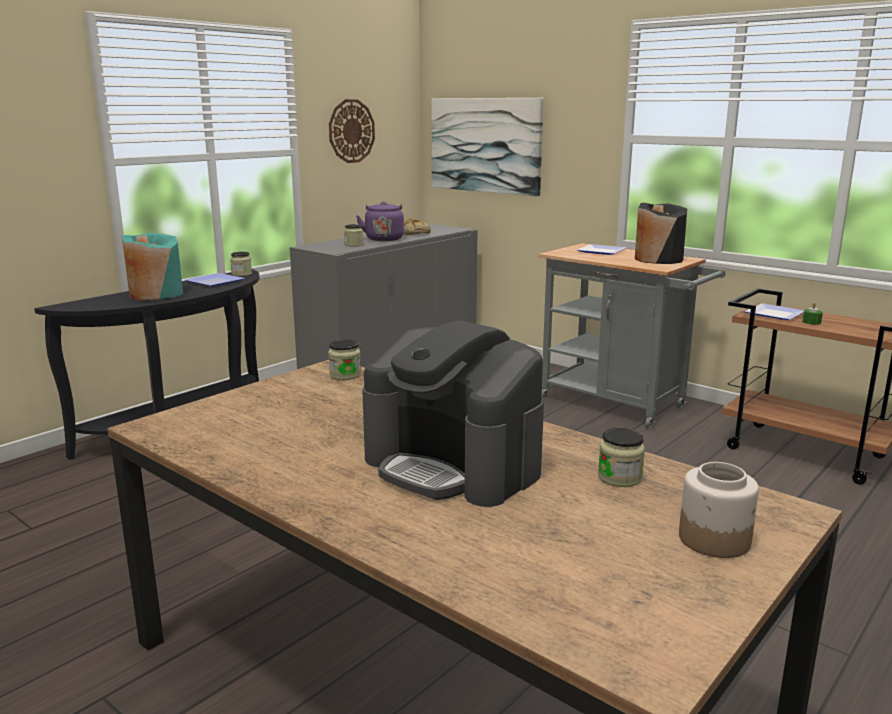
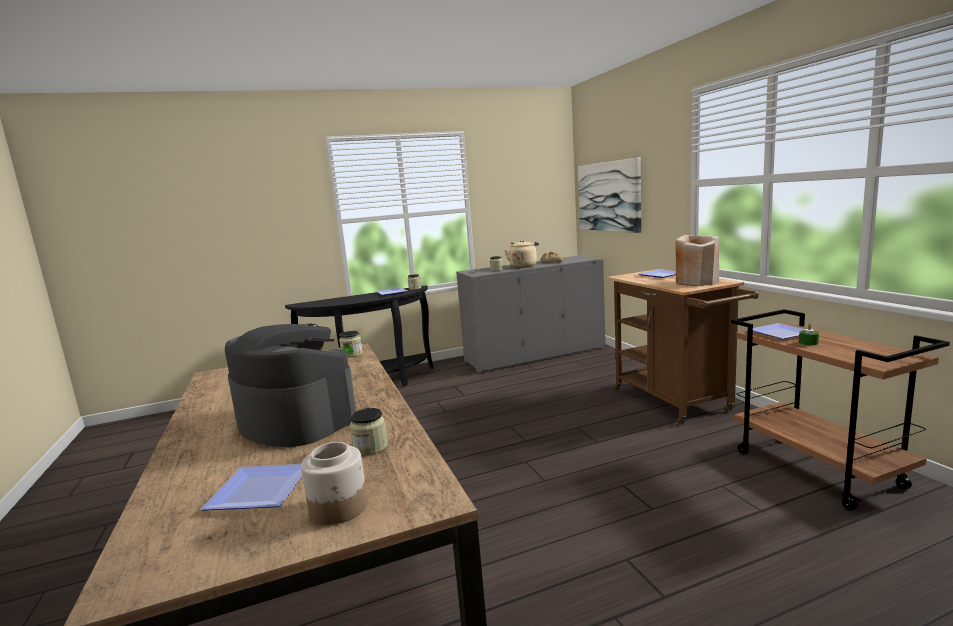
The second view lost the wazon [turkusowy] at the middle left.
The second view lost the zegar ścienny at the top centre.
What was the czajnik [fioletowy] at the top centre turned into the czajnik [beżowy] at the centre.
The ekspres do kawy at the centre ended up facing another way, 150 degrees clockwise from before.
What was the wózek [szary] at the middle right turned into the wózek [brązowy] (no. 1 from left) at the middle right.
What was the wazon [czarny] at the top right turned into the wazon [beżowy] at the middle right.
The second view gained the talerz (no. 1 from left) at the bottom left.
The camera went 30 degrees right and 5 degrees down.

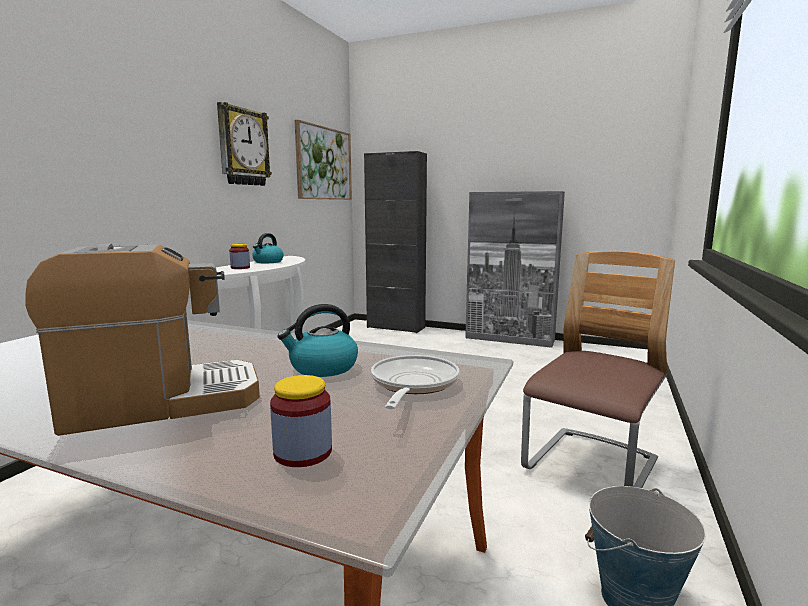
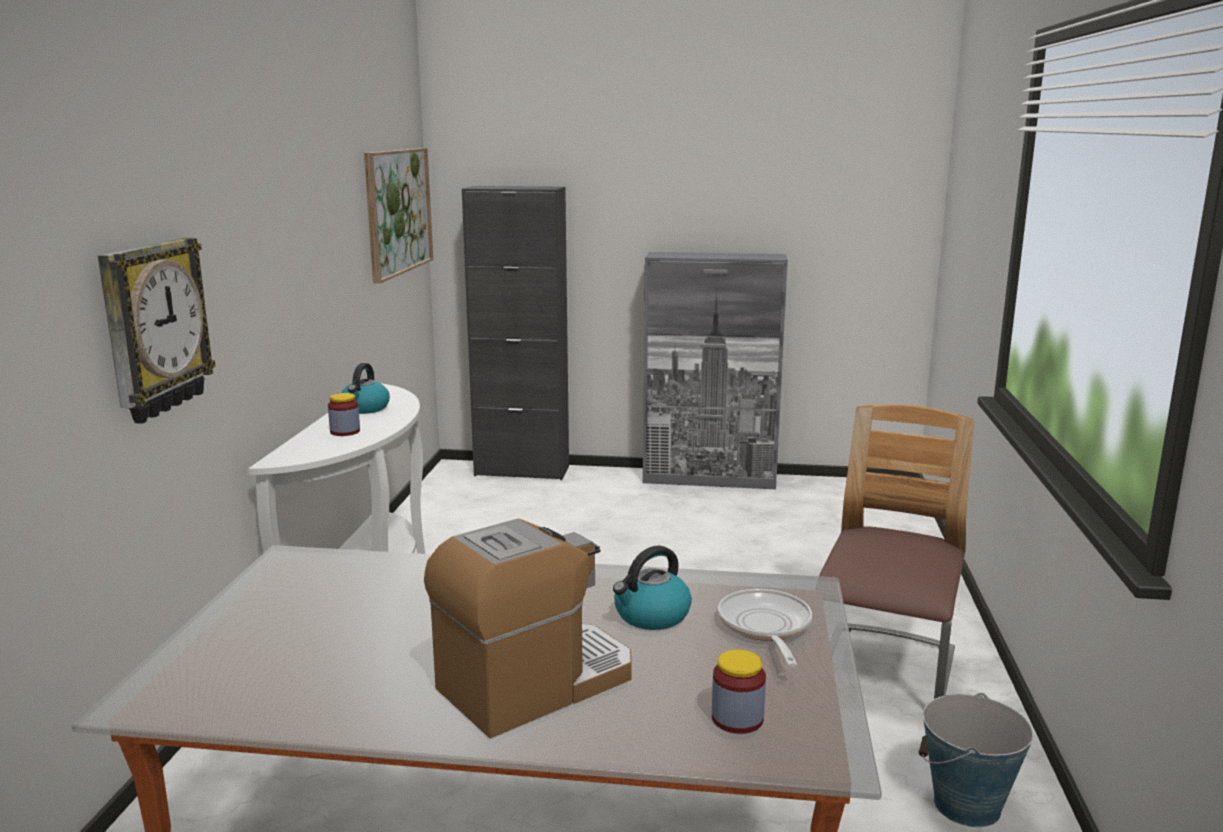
The zegar ścienny ended up elsewhere, having gone from the top left to the middle left.
The camera went 15 degrees left and 5 degrees up.

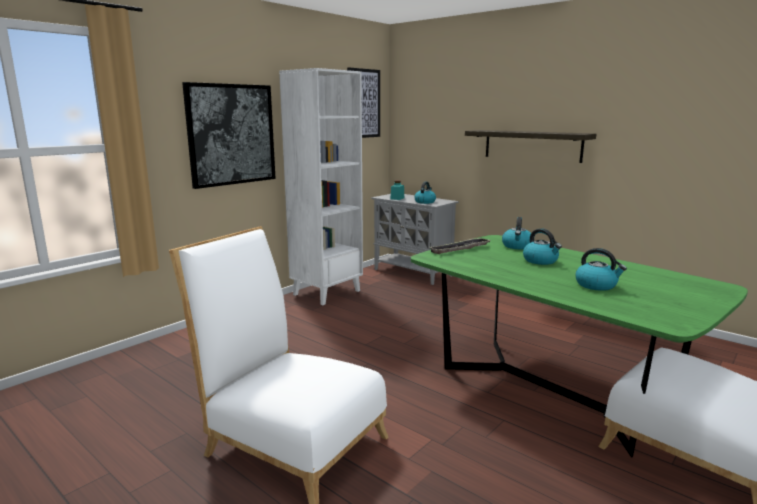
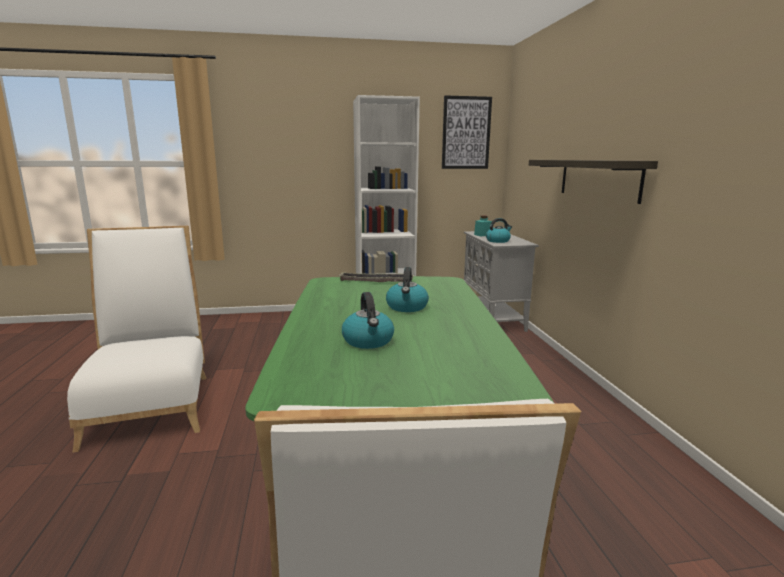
The second view lost the obraz (no. 1 from left) at the top left.
The second view lost the czajnik (no. 2 from left) at the middle right.
The camera went 40 degrees right and 0 degrees up.

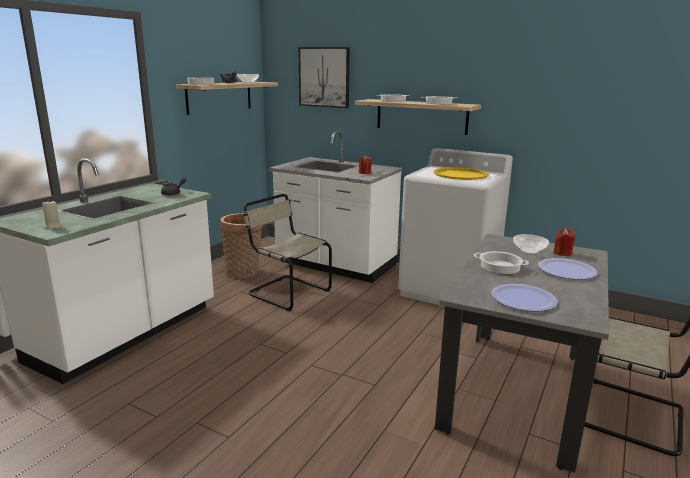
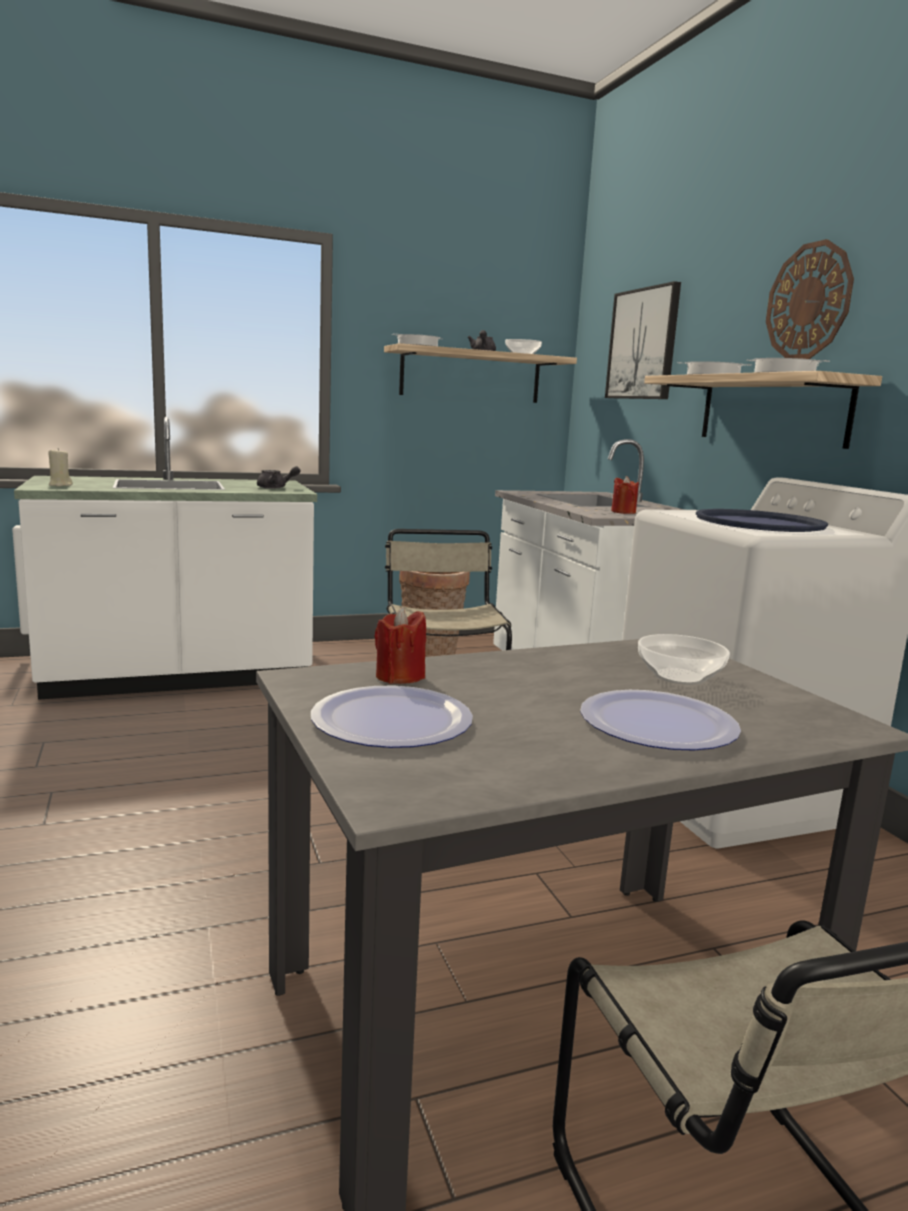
What was the taca [żółty] at the middle right turned into the taca [niebieski] at the middle right.
The second view lost the garnek (no. 4 from left) at the middle right.
The świeca [czerwony] (no. 2 from left in the first image) ended up elsewhere, having gone from the middle right to the centre.
The second view gained the zegar ścienny at the top right.
The camera went 40 degrees right and 5 degrees down.

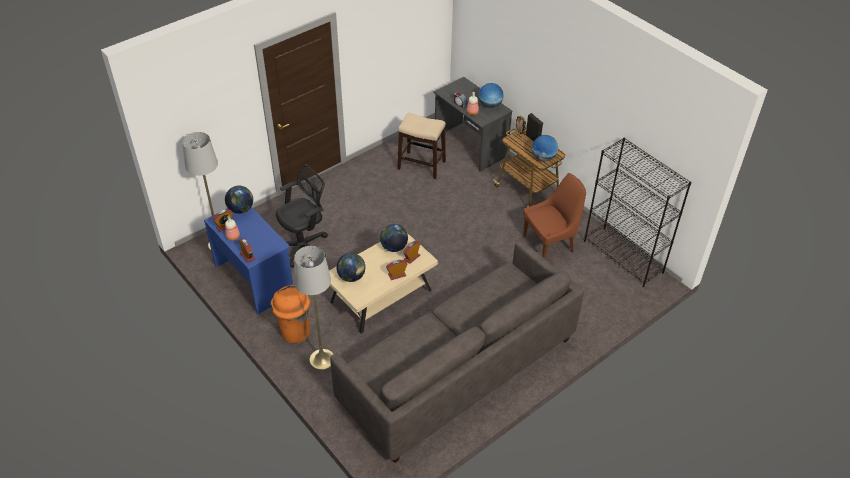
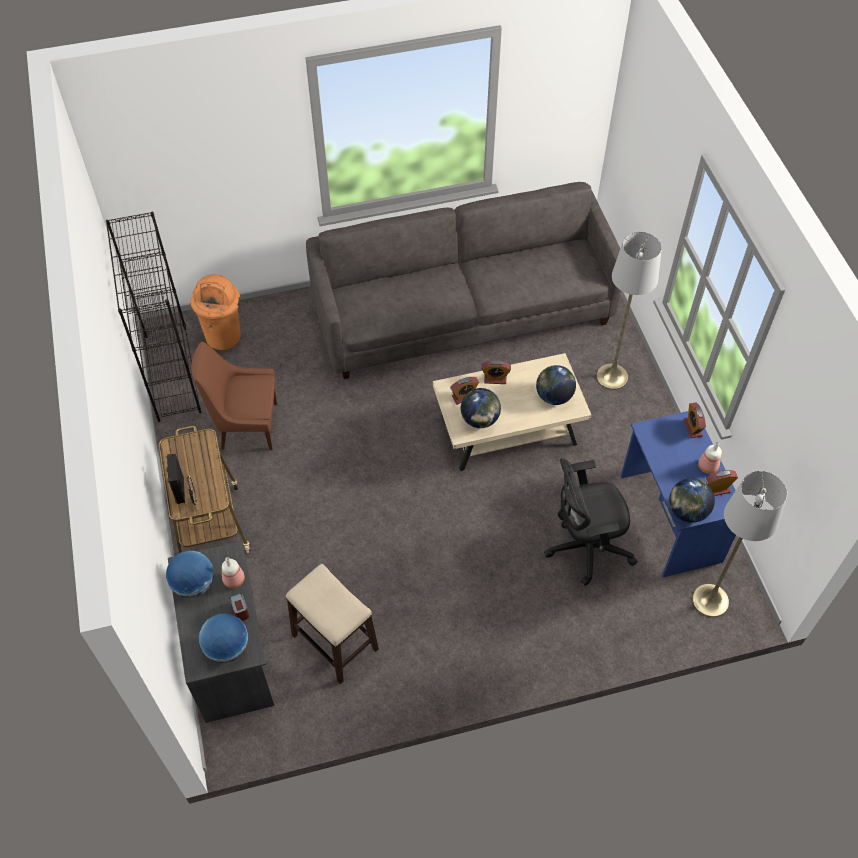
The kosz na śmieci [pomarańczowy] ended up elsewhere, having gone from the centre to the middle left.
The globus (no. 5 from left in the first image) ended up elsewhere, having gone from the top centre to the bottom left.
The camera went 155 degrees left and 10 degrees up.

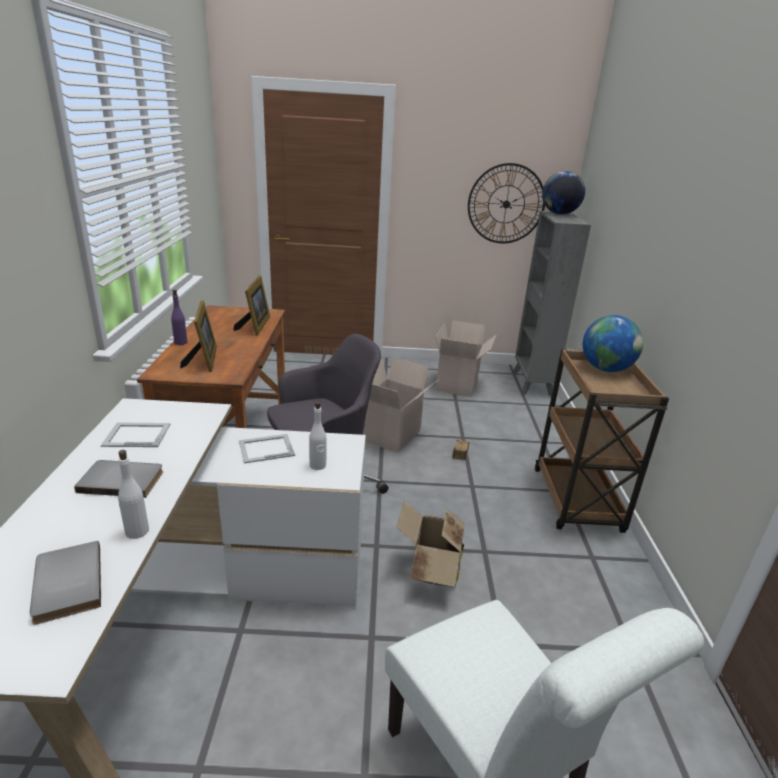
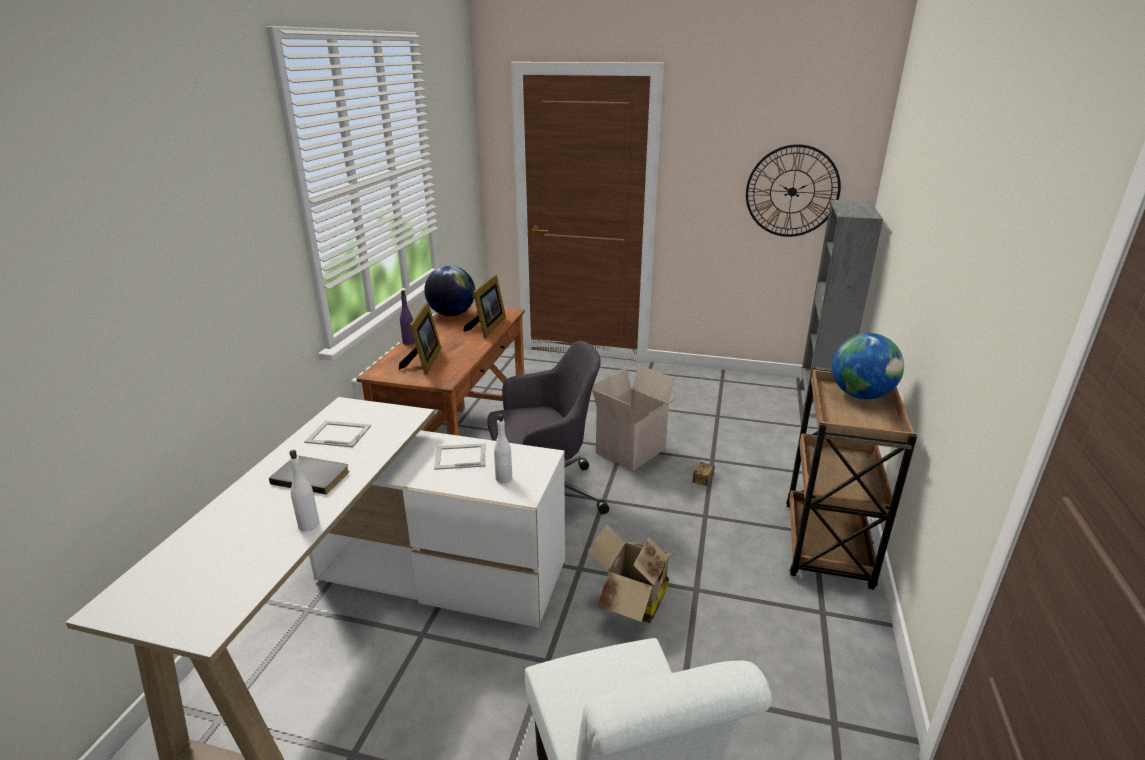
The second view lost the książka [szary] (no. 1 from left) at the bottom left.
The second view lost the karton (no. 3 from left) at the centre.
The globus (no. 1 from left) ended up elsewhere, having gone from the top right to the centre.
The camera went 15 degrees right and 0 degrees up.

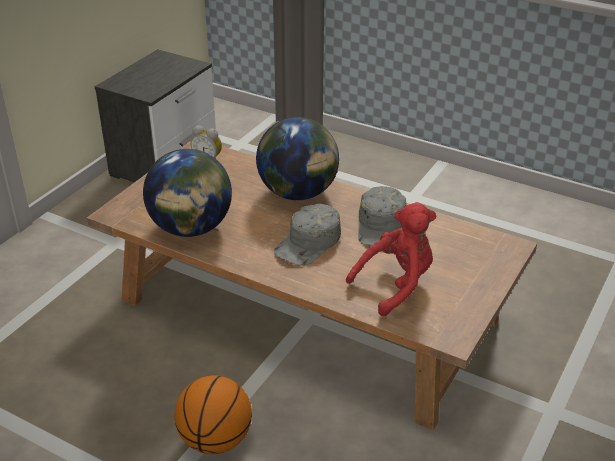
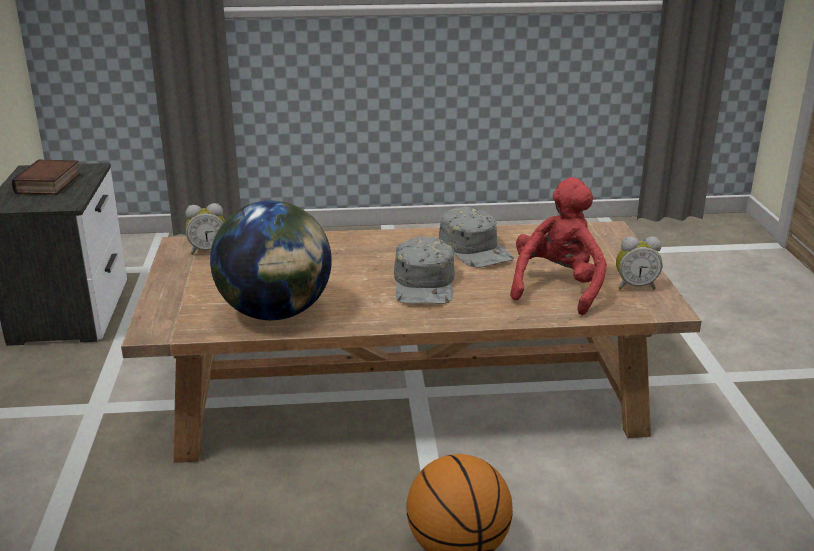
The second view lost the globus (no. 2 from left) at the centre.
The second view gained the książka at the top left.
The second view gained the budzik (no. 2 from left) at the middle right.
The camera went 35 degrees left and 10 degrees down.

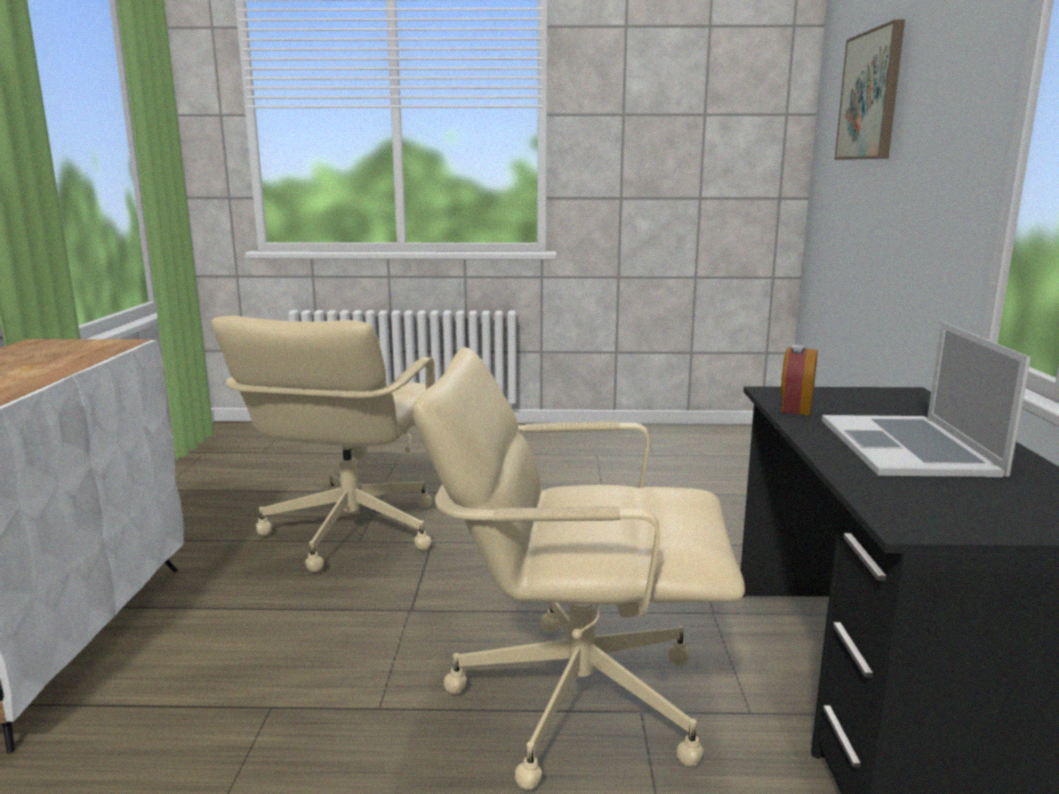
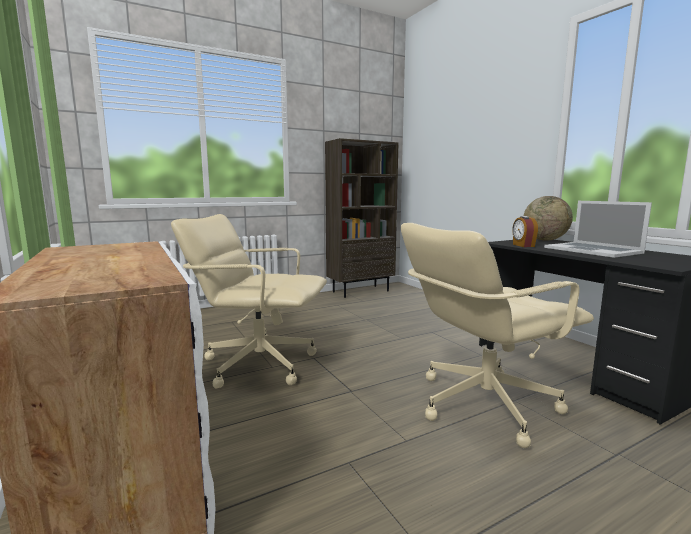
The krzesło biurowe [beżowy] (no. 1 from left) at the middle left ended up facing another way, 120 degrees clockwise from before.
The second view lost the obraz at the top right.
The second view gained the regał [brązowy] at the centre.
The second view gained the globus at the middle right.
The camera went 30 degrees left and 5 degrees down.

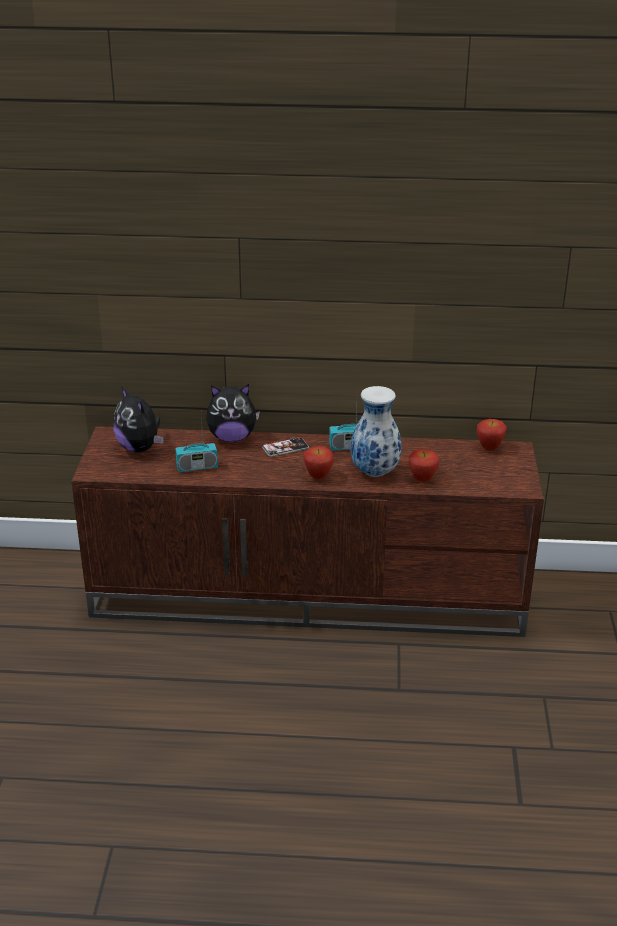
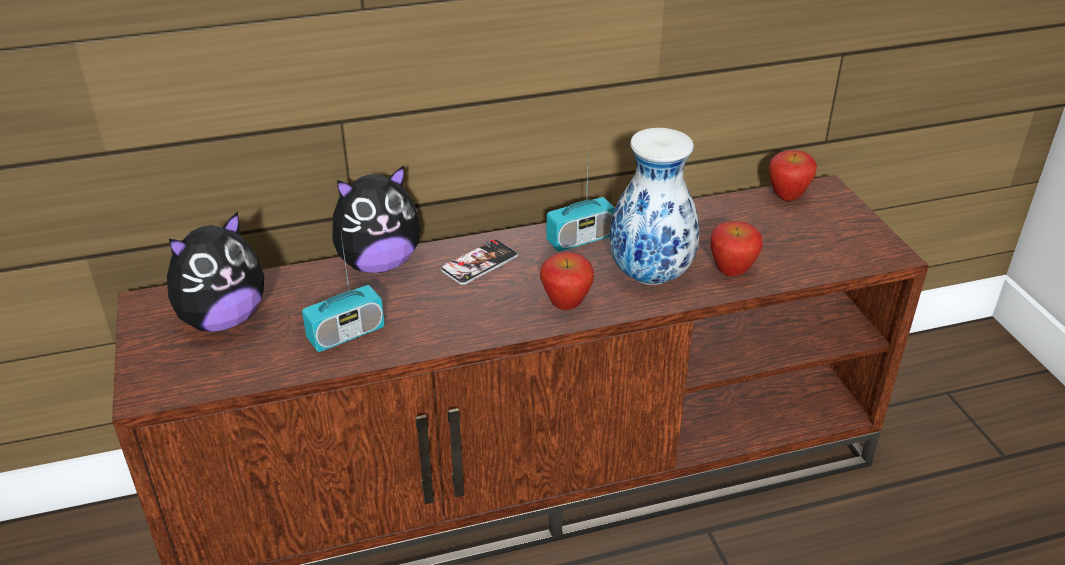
The pluszak (no. 1 from left) at the middle left ended up facing another way, 75 degrees counterclockwise from before.
The camera went 20 degrees left and 5 degrees up.

